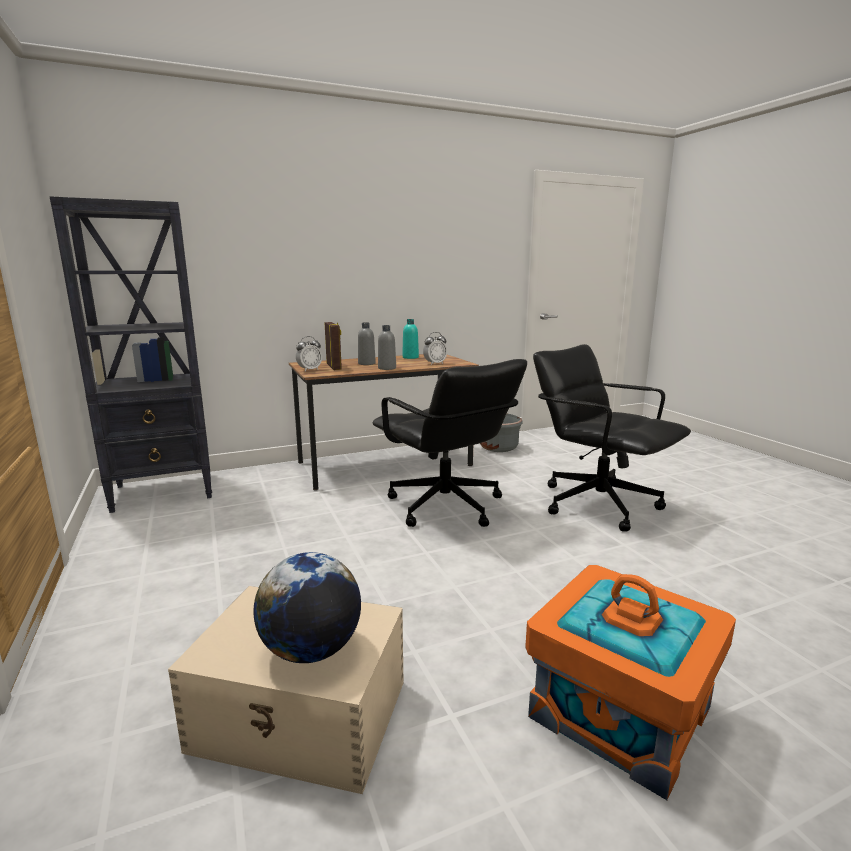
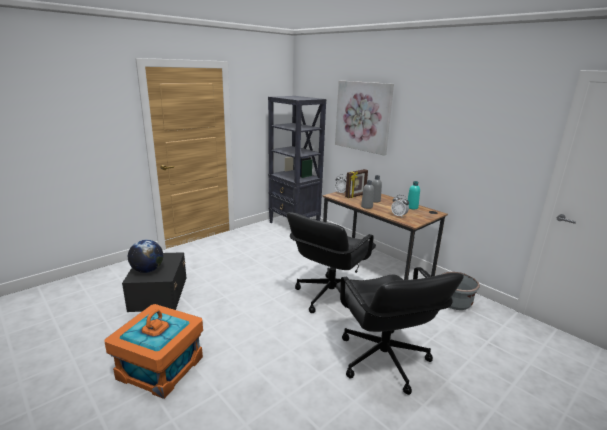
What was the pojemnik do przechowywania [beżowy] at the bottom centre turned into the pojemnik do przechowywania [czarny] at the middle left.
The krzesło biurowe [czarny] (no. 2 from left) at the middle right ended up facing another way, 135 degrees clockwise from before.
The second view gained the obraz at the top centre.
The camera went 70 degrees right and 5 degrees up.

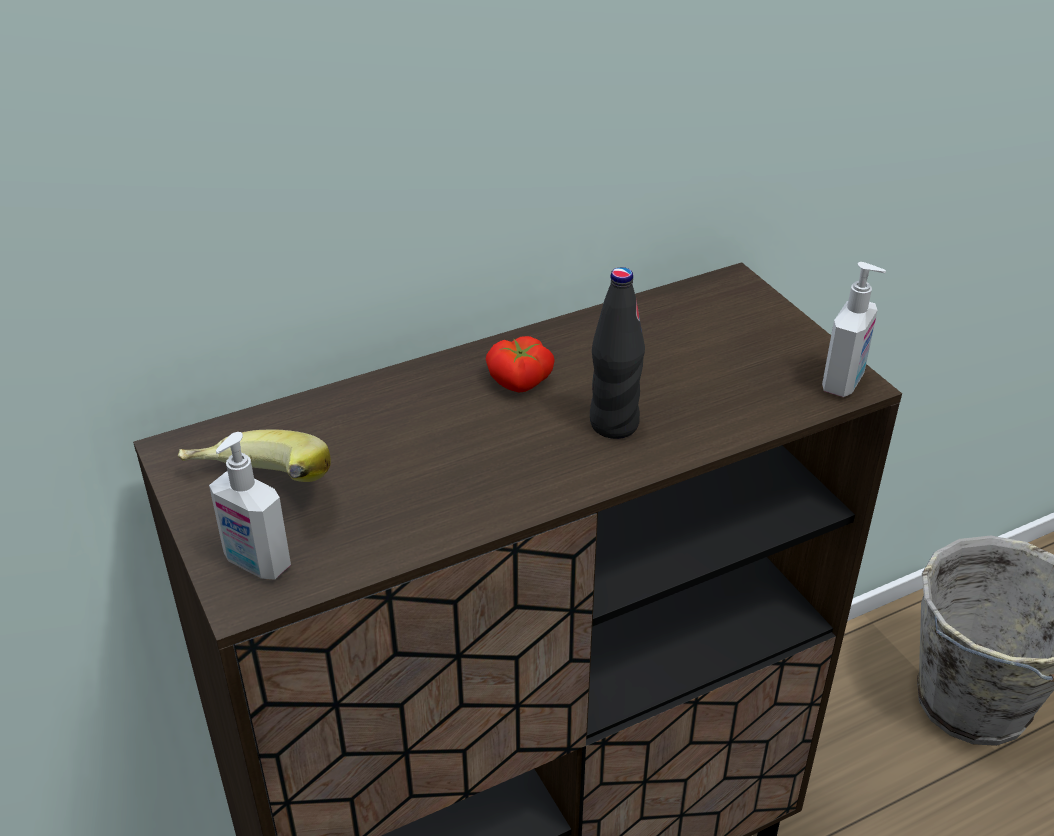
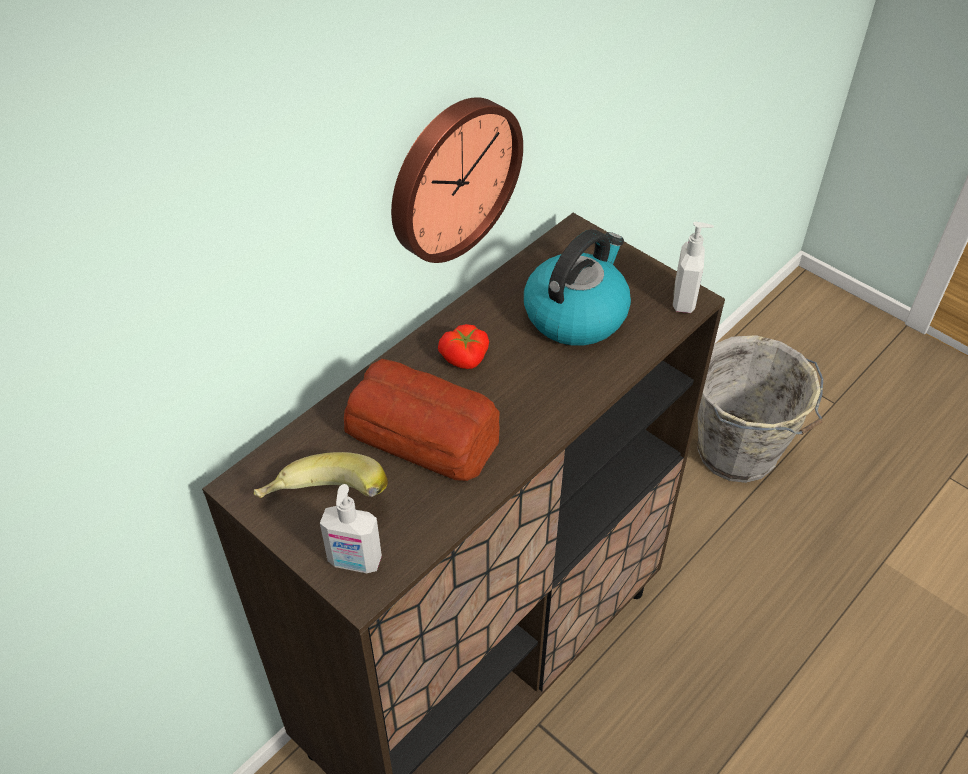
The second view lost the butelka [czarny] at the centre.
The second view gained the chleb at the centre.
The second view gained the zegar ścienny at the top centre.
The second view gained the czajnik at the centre.
The camera went 20 degrees left and 10 degrees up.

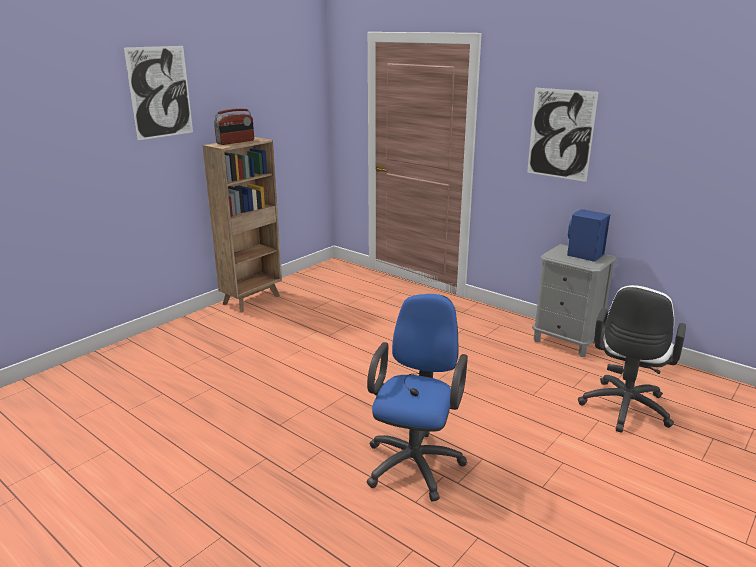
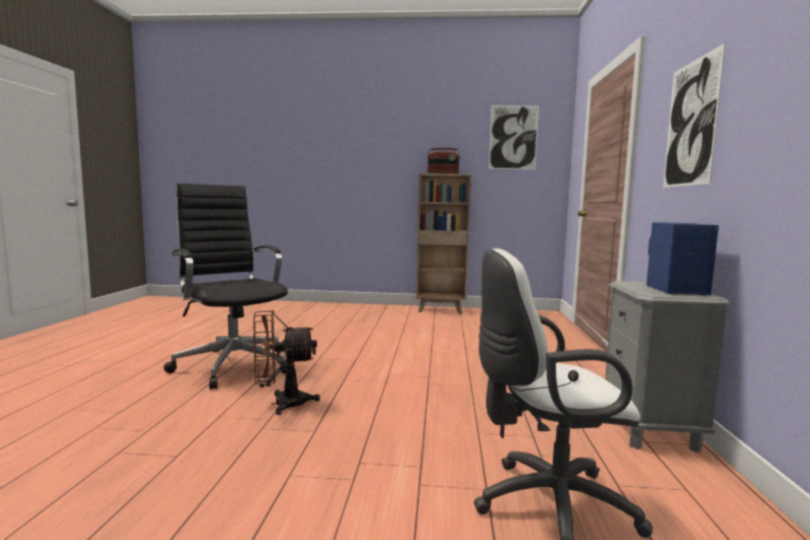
The obraz (no. 1 from left) ended up elsewhere, having gone from the top left to the top centre.
Where the krzesło biurowe [niebieski] stood at the bottom centre, the wentylator [brązowy] came to stand at the bottom centre.
The second view gained the krzesło biurowe [czarny] at the middle left.
The camera went 55 degrees right and 15 degrees down.

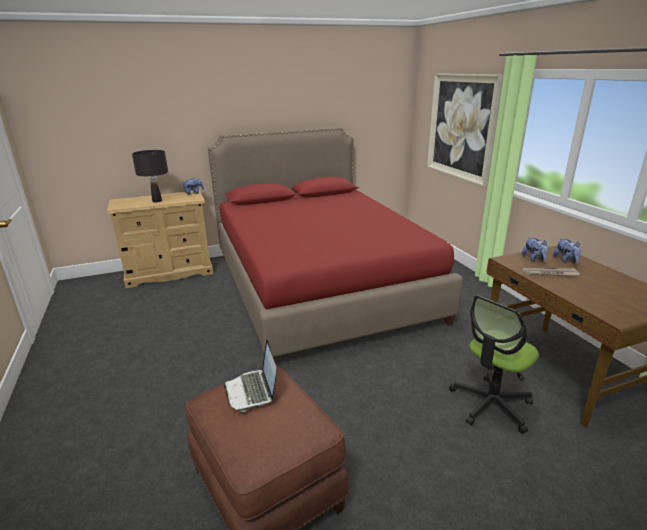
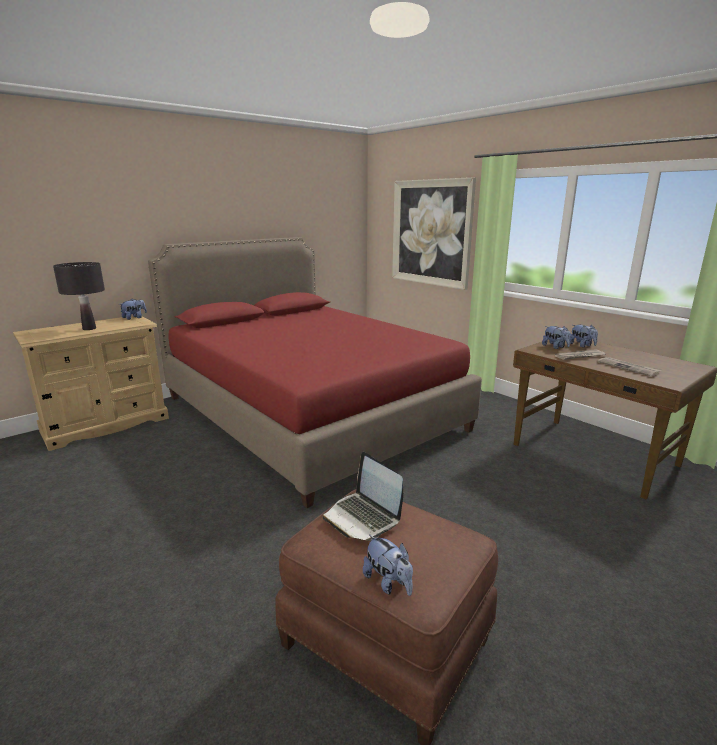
The second view lost the krzesło biurowe at the bottom right.
The second view gained the pluszak (no. 2 from left) at the bottom centre.
The second view gained the gazeta (no. 2 from left) at the middle right.
The camera went 20 degrees left and 5 degrees down.

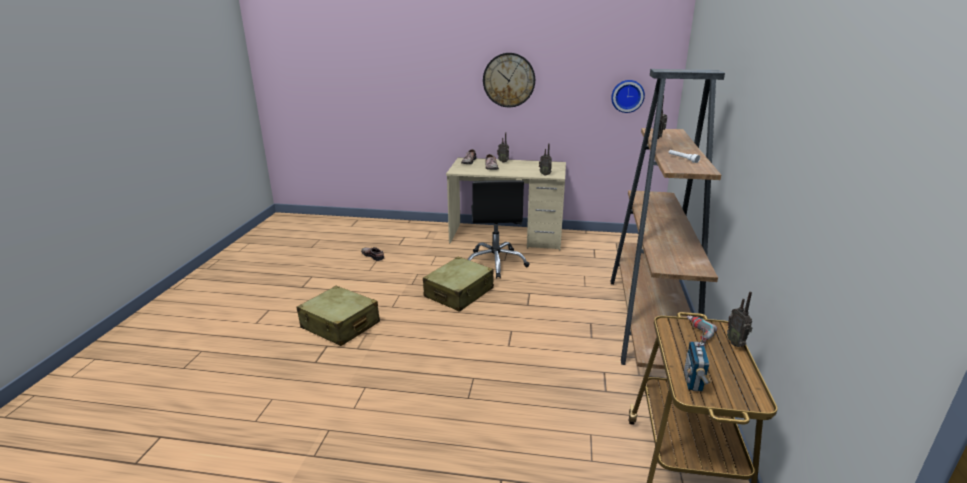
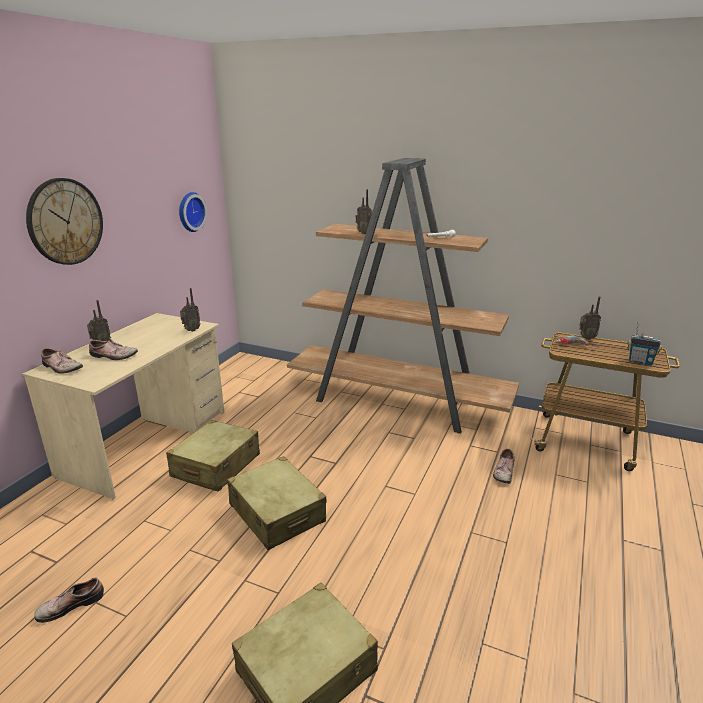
Where the krzesło biurowe [czarny] stood at the centre, the walizka [beżowy] (no. 1 from left) came to stand at the middle left.
The second view gained the but (no. 4 from left) at the middle right.
The camera went 75 degrees left and 0 degrees up.

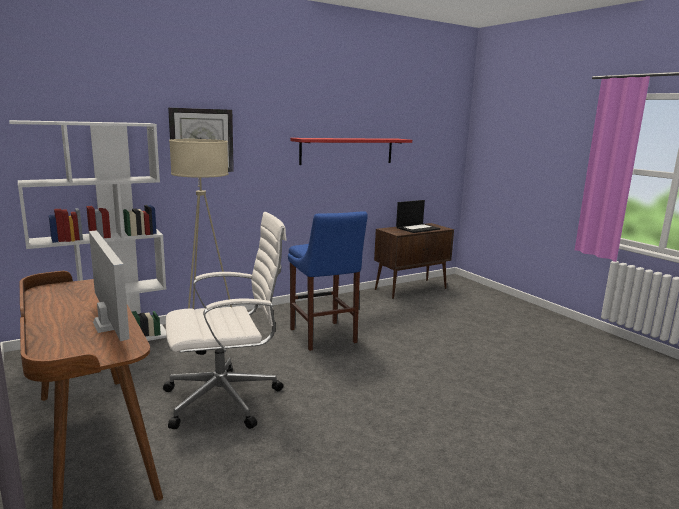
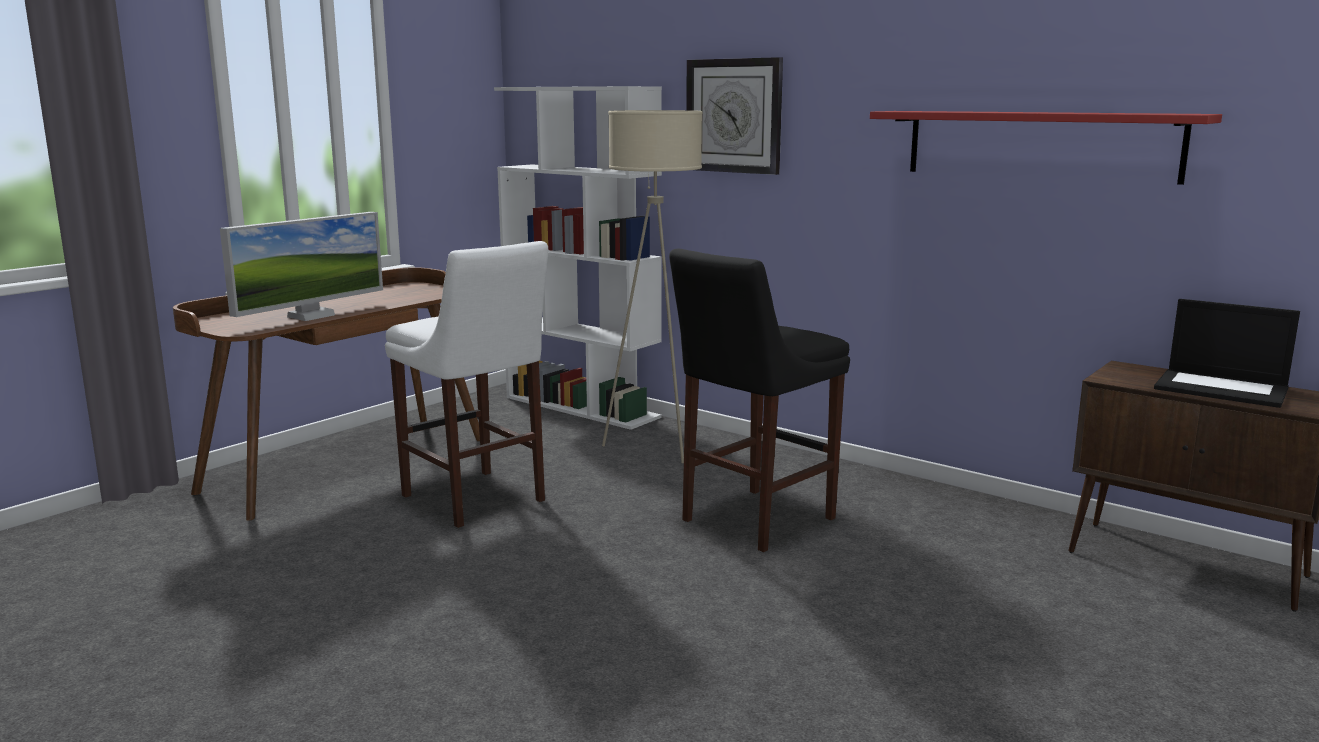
Where the krzesło biurowe [biały] stood at the middle left, the stołek [biały] came to stand at the centre.
What was the stołek [niebieski] at the centre turned into the stołek [czarny] at the centre.
The camera went 70 degrees right and 0 degrees up.

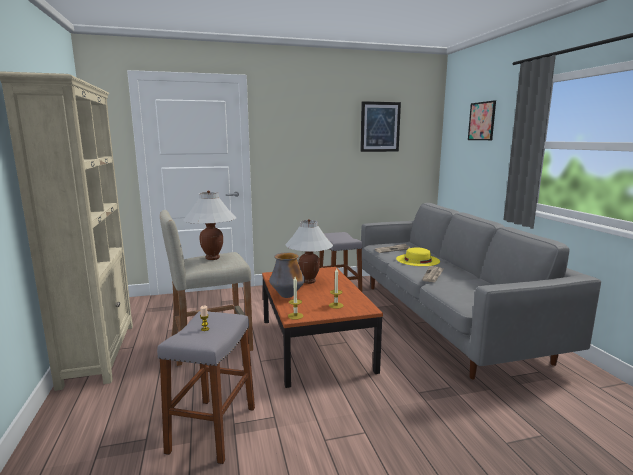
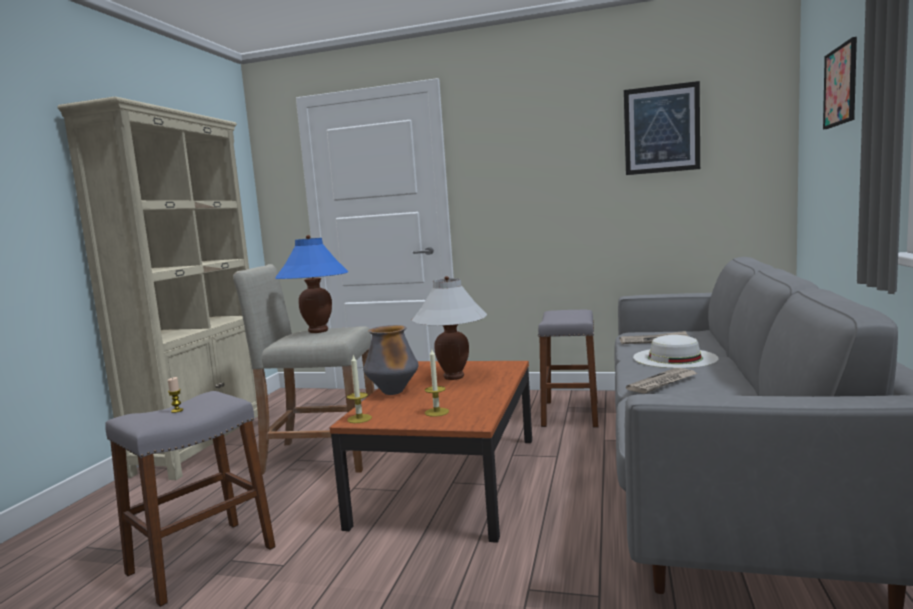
What was the lampa stołowa [biały] (no. 1 from left) at the middle left turned into the lampa stołowa [niebieski] at the centre.
What was the kapelusz [żółty] at the centre turned into the kapelusz [biały] at the middle right.
The camera went 30 degrees right and 5 degrees down.

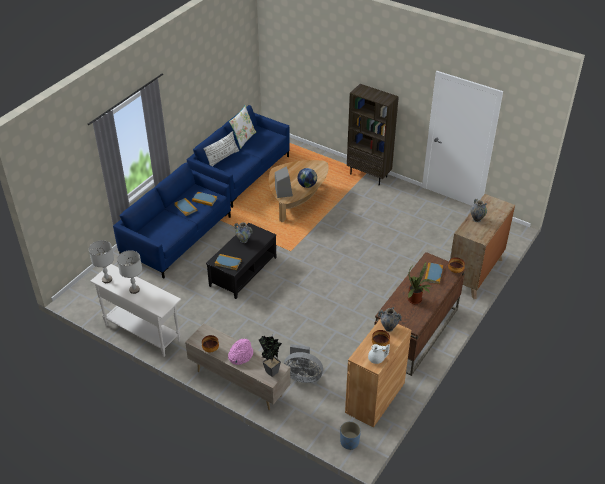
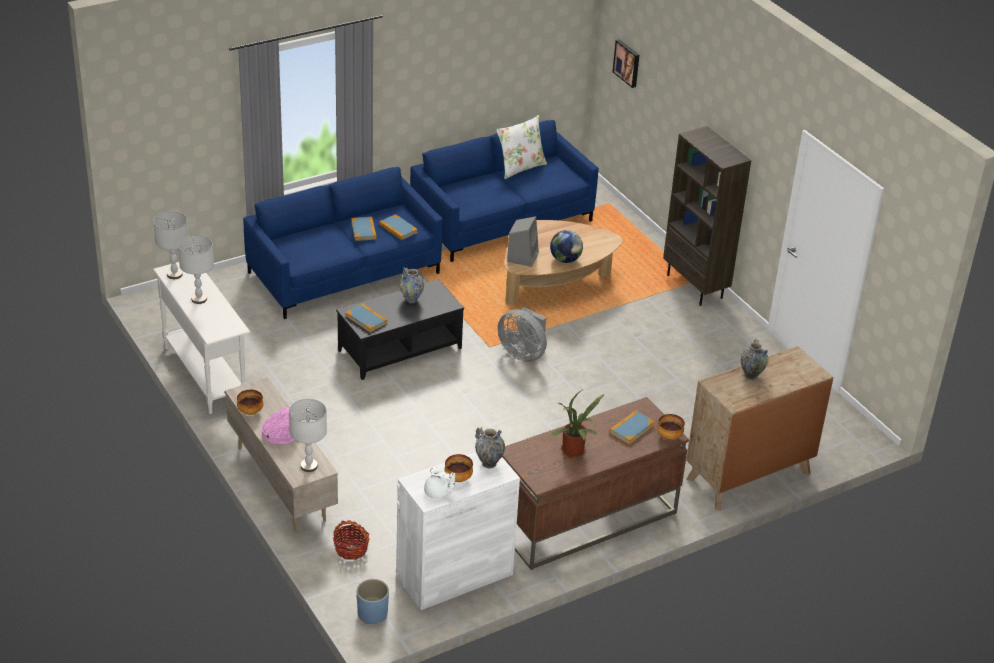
The second view lost the poduszka [biały] (no. 1 from left) at the top centre.
Where the roślina doniczkowa (no. 1 from left) stood at the bottom centre, the lampa stołowa [szary] (no. 3 from left) came to stand at the middle left.
The wentylator [szary] ended up elsewhere, having gone from the bottom centre to the centre.
What was the szafka [brązowy] at the bottom centre turned into the szafka [biały] at the bottom centre.
The second view gained the koszyk at the bottom centre.
The second view gained the obraz at the top centre.
The camera went 25 degrees right and 5 degrees down.

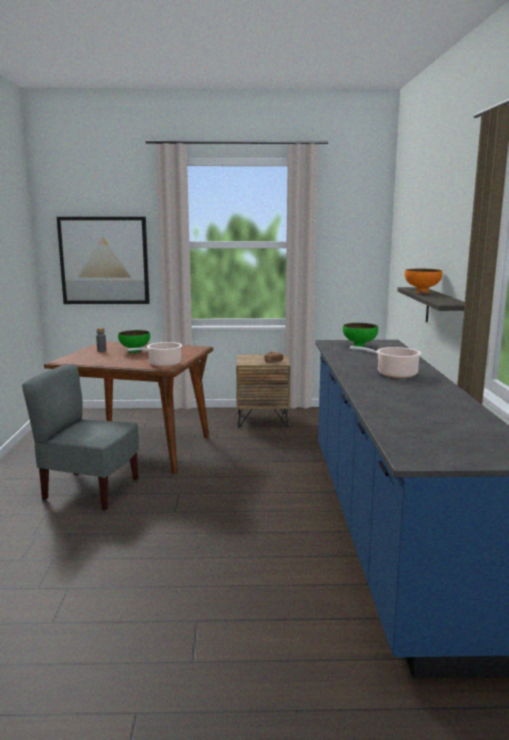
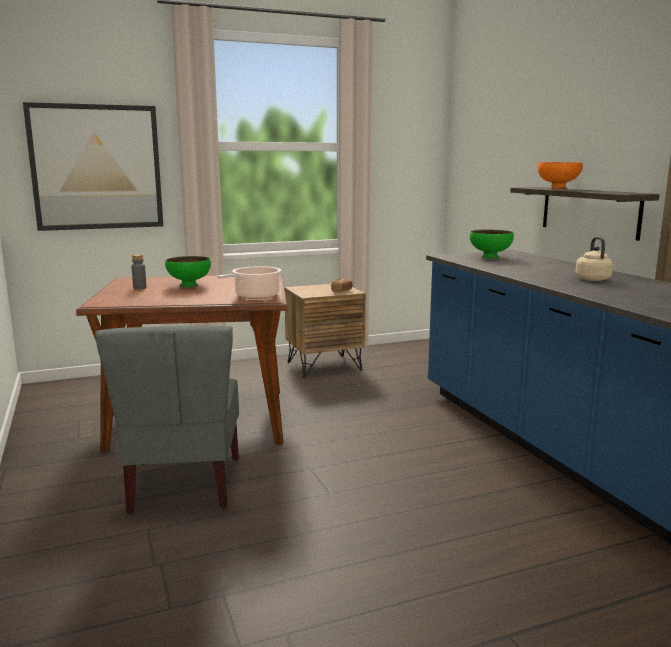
The krzesło [szary] at the middle left ended up facing another way, 90 degrees counterclockwise from before.
Where the garnek (no. 2 from left) stood at the middle right, the czajnik [beżowy] came to stand at the middle right.
The camera went 20 degrees left and 0 degrees up.

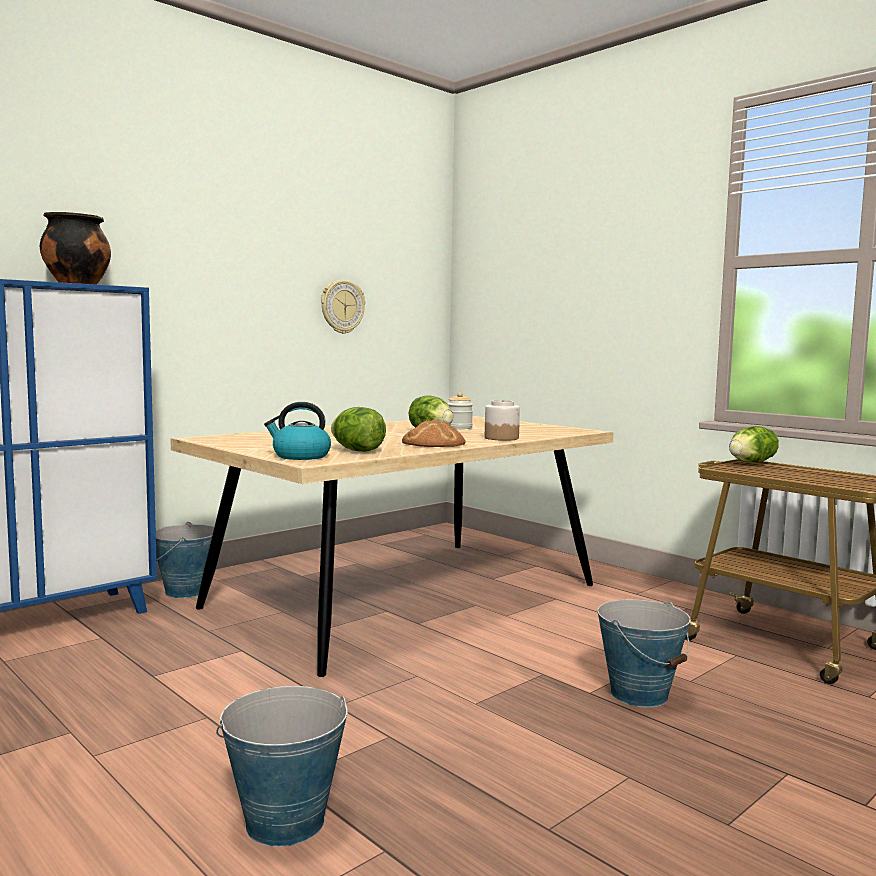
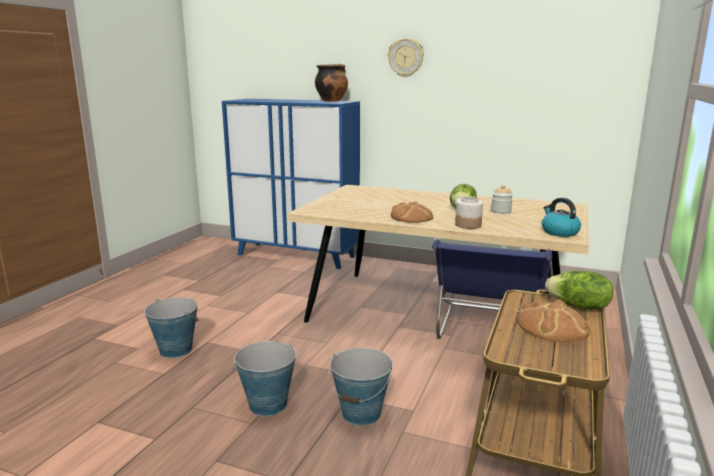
The wiadro (no. 1 from left in the first image) ended up elsewhere, having gone from the middle left to the bottom centre.
The czajnik ended up elsewhere, having gone from the centre to the middle right.
The zegar ścienny ended up elsewhere, having gone from the centre to the top centre.
The second view lost the sałata (no. 1 from left) at the centre.
The second view gained the krzesło [niebieski] at the middle right.
The second view gained the chleb (no. 2 from left) at the bottom right.
The camera went 65 degrees right and 10 degrees up.

